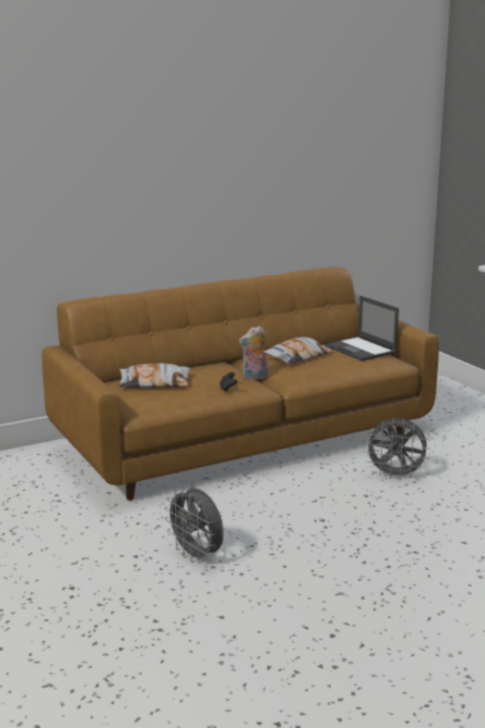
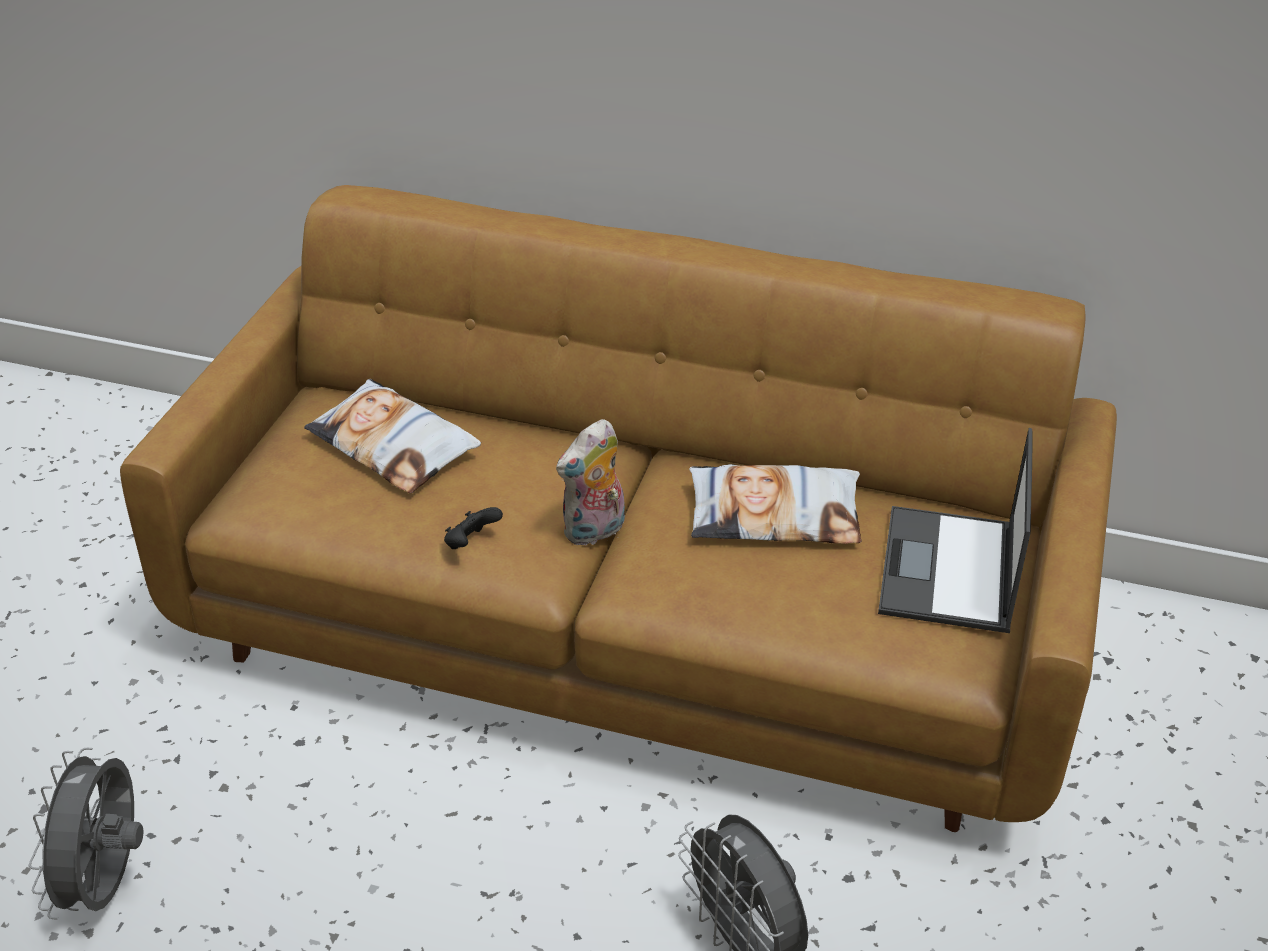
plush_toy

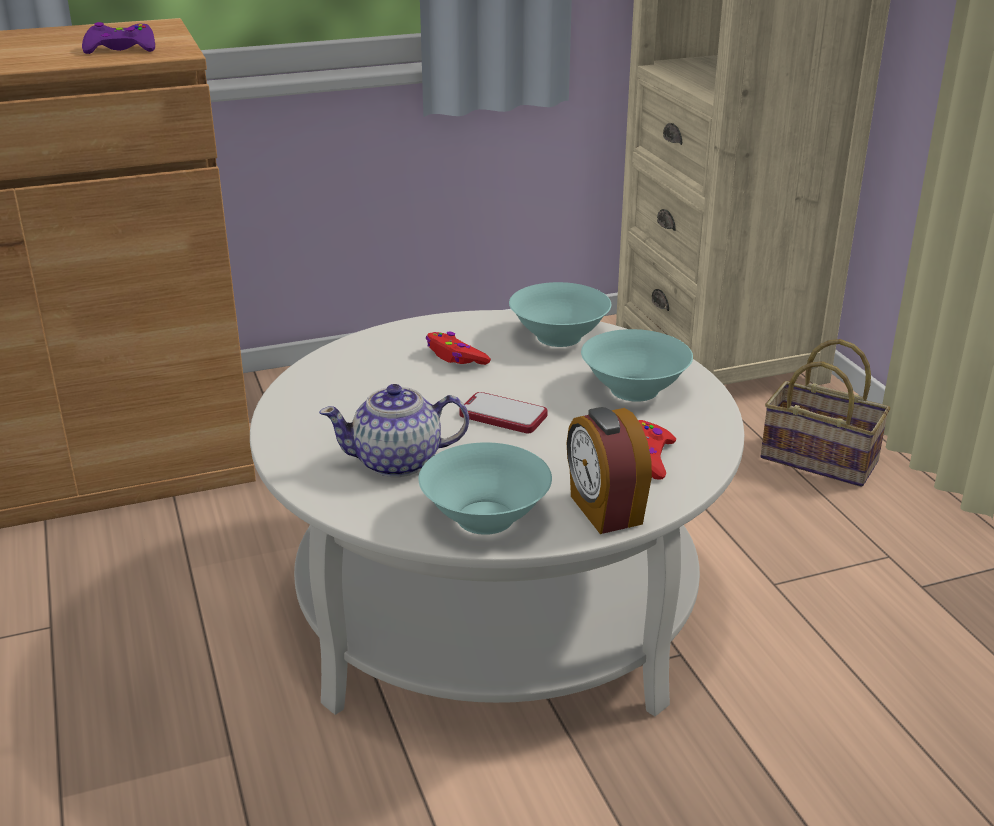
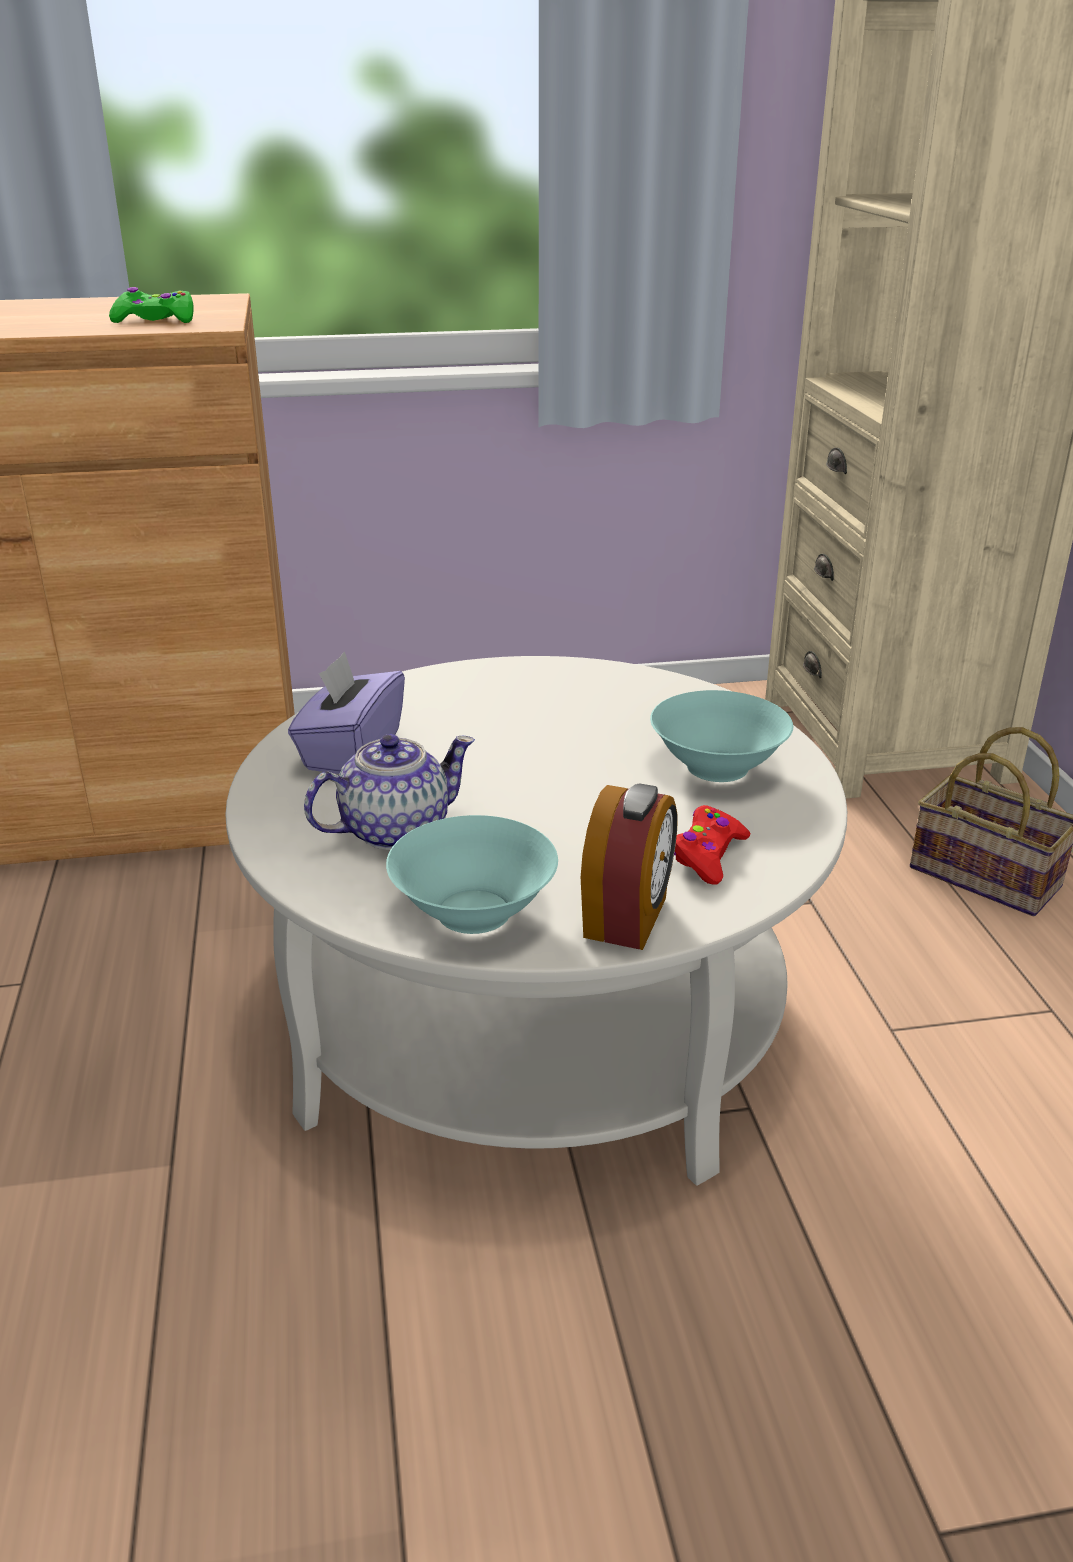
greenish_game_controller
tea_pot
reddish_game_controller (no. 1 from left in the first image)
telephone
blue-green_serving_bowl (no. 2 from left in the first image)
alarm_clock
purple-coloured_tissue_box

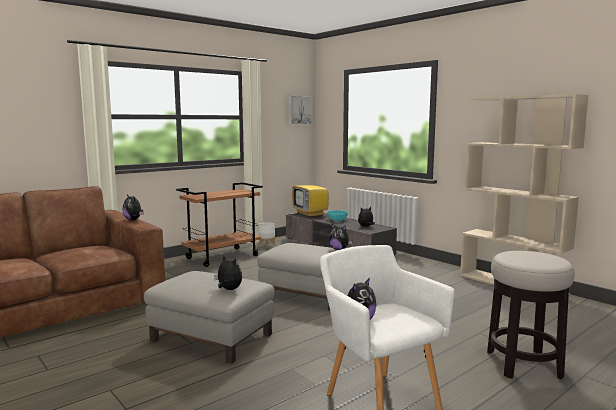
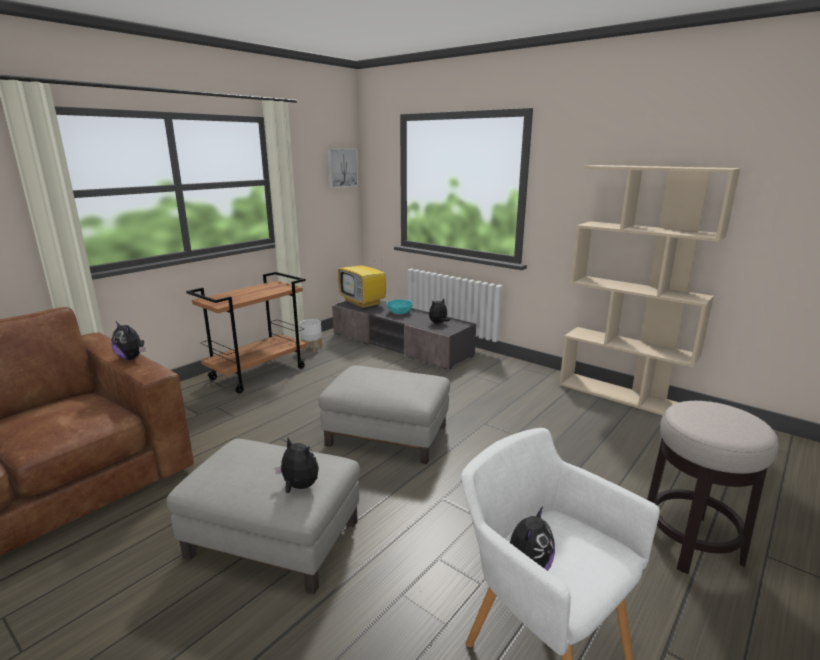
plush_toy (no. 3 from left in the first image)

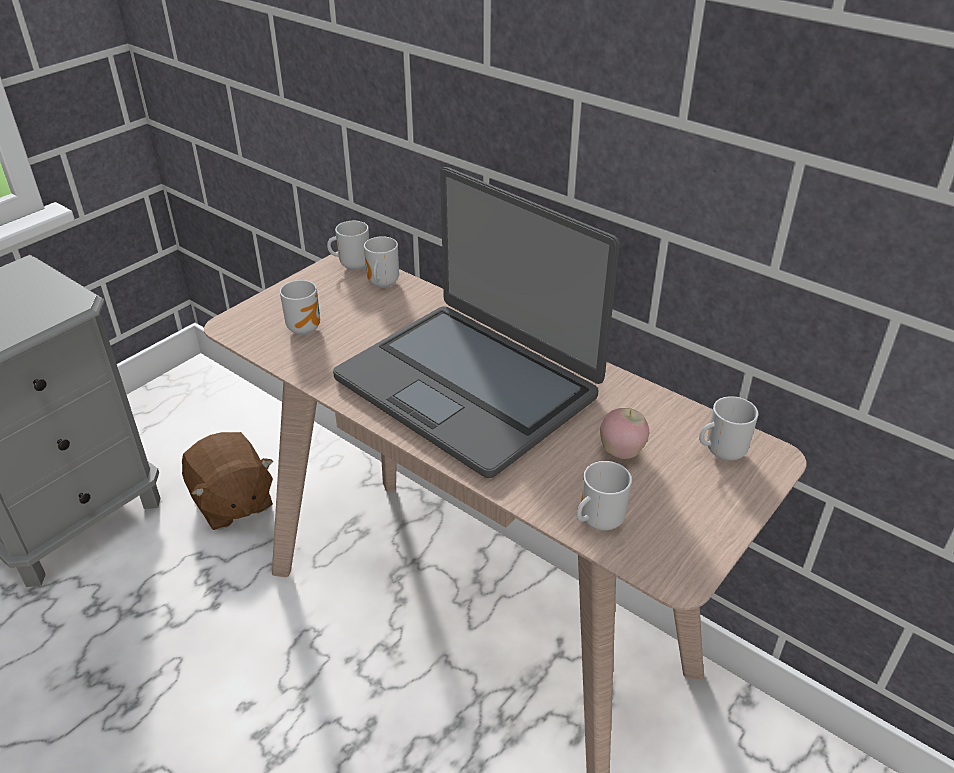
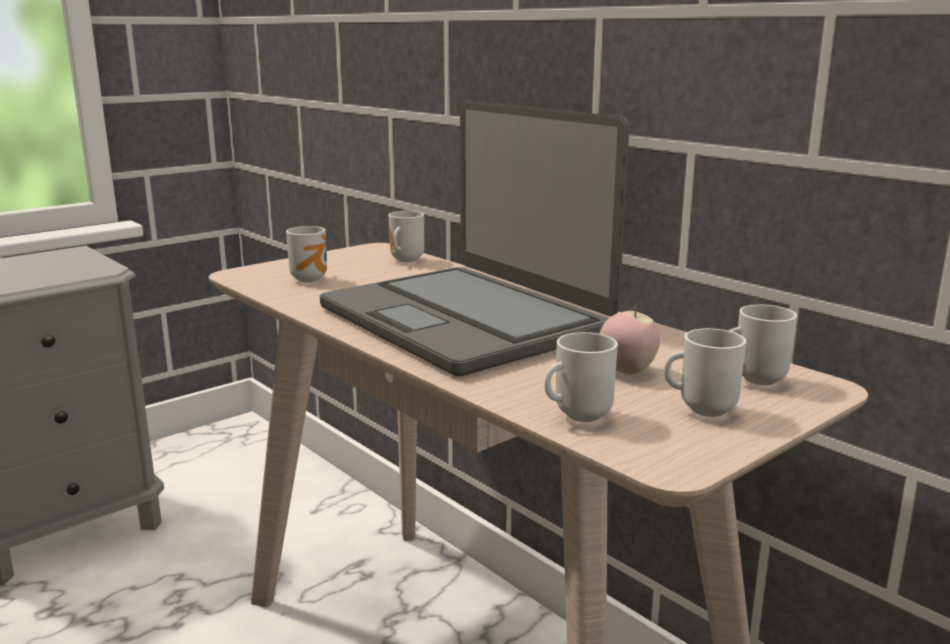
brown_plush_toy
coffee_mug (no. 4 from left)

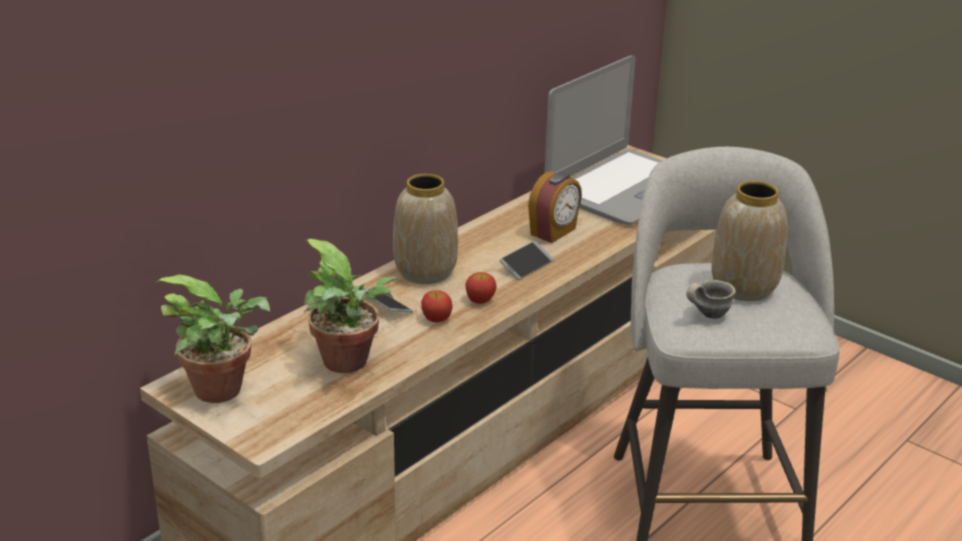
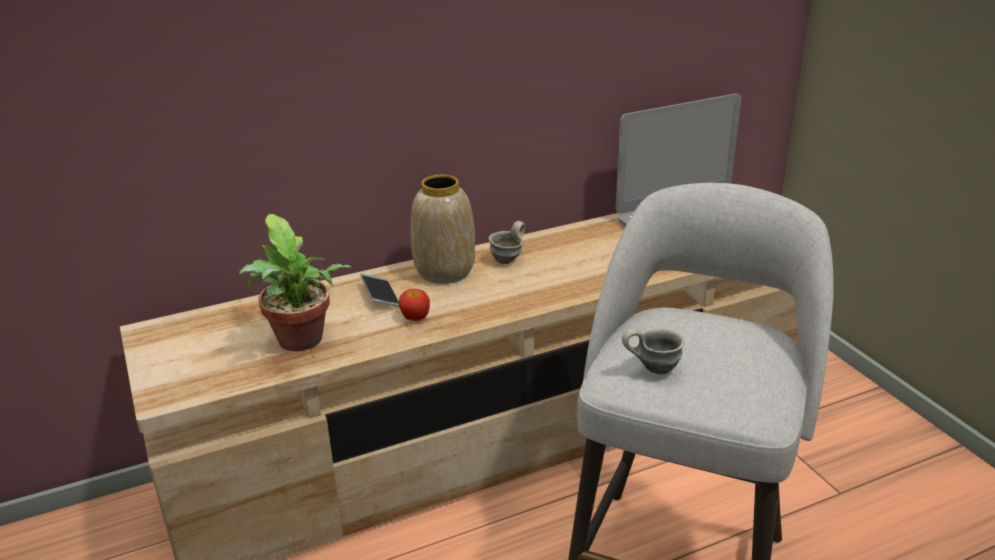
houseplant (no. 1 from left in the first image)
whole_apple (no. 2 from left in the first image)
telephone (no. 2 from left in the first image)
alarm_clock
vase (no. 2 from left in the first image)
greyish_coffee_mug (no. 1 from left)

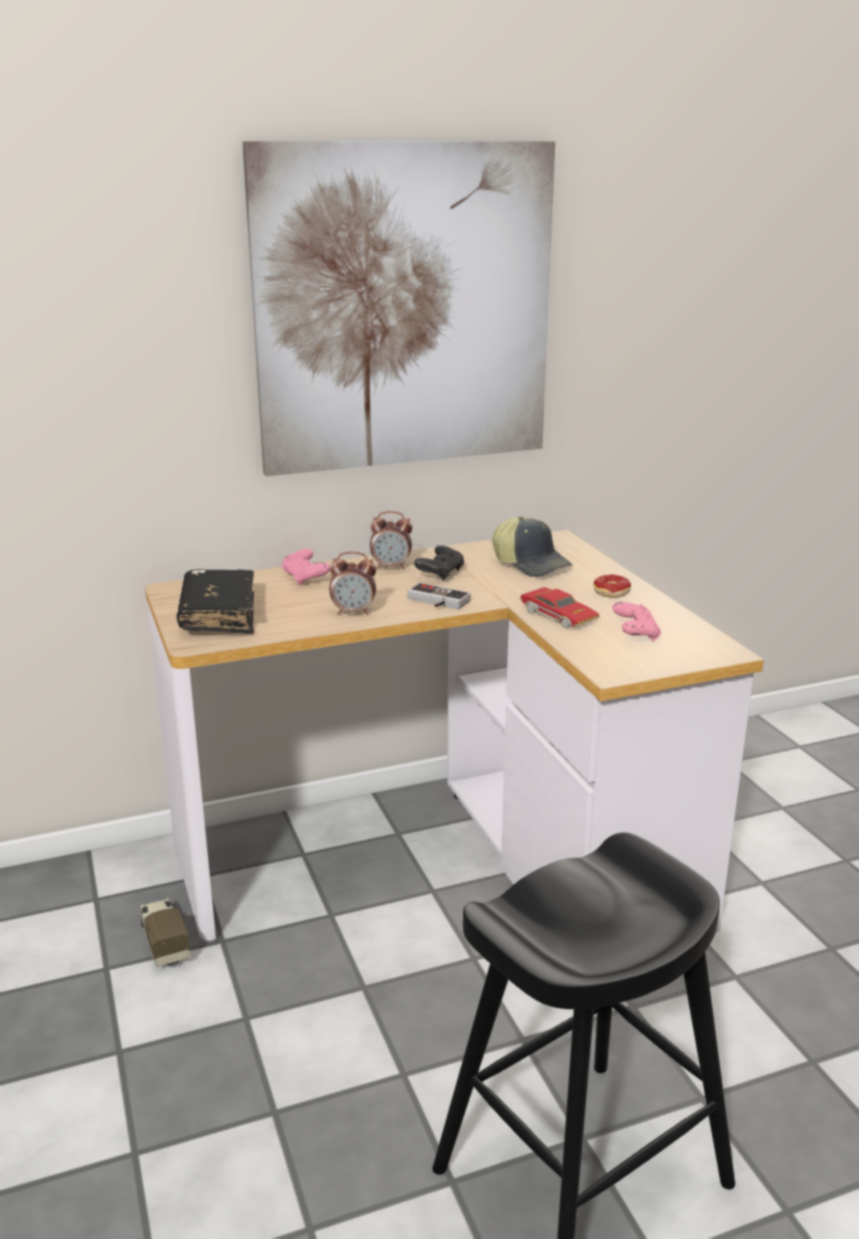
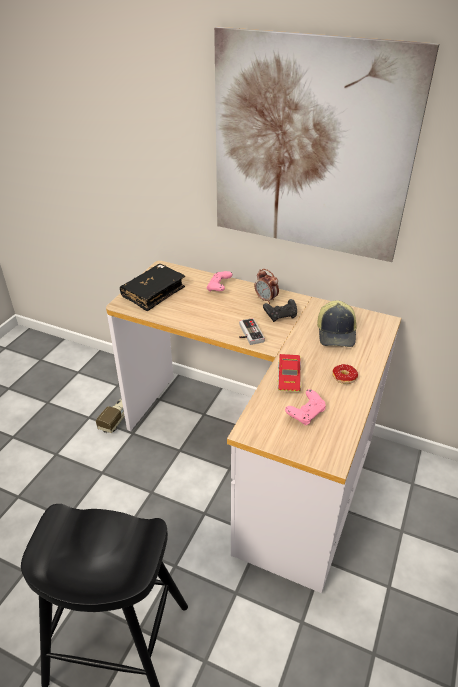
alarm_clock (no. 1 from left in the first image)

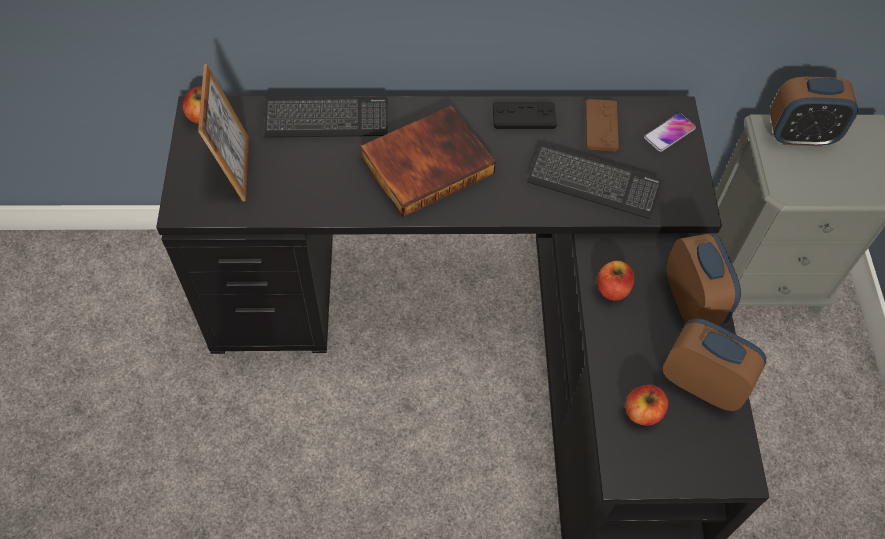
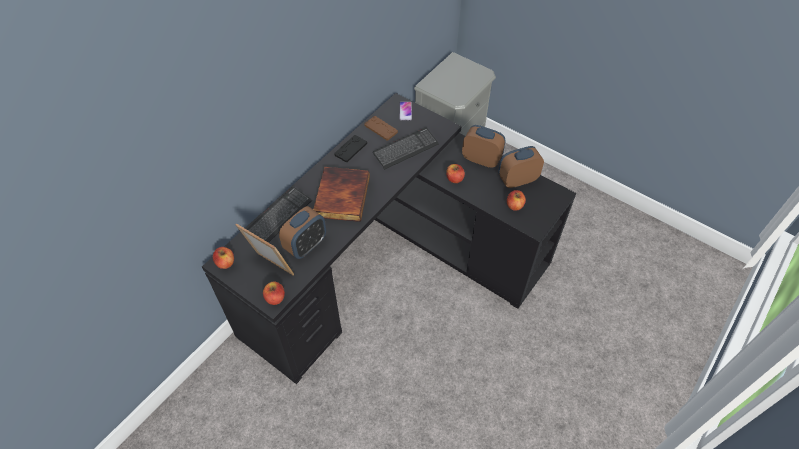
alarm_clock (no. 1 from left)
whole_apple (no. 2 from left)

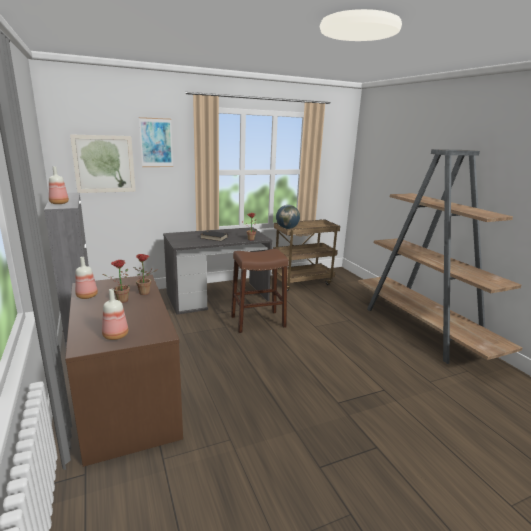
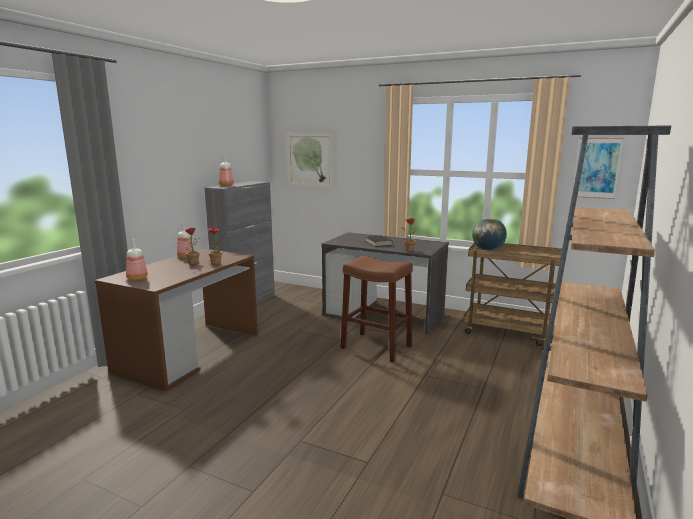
wall_art (no. 2 from left)

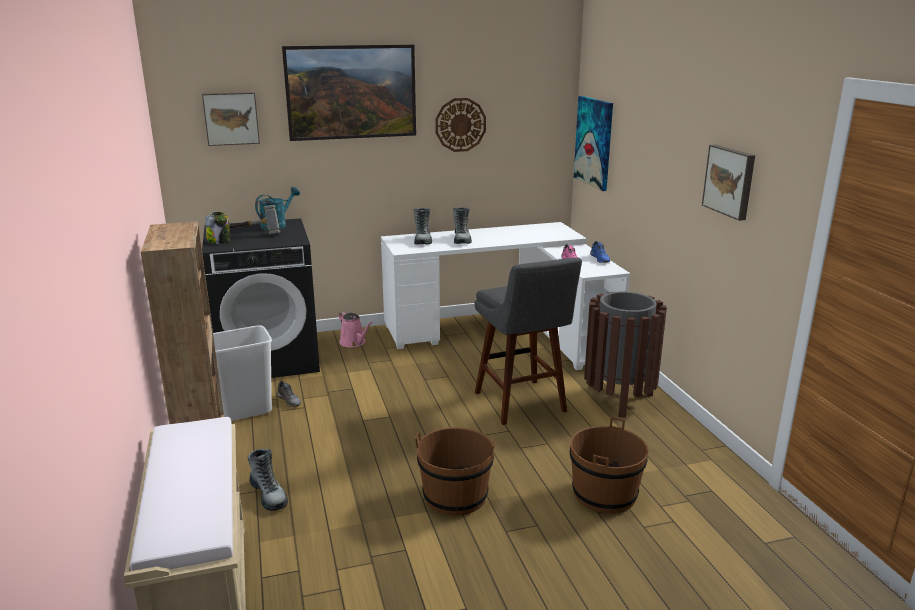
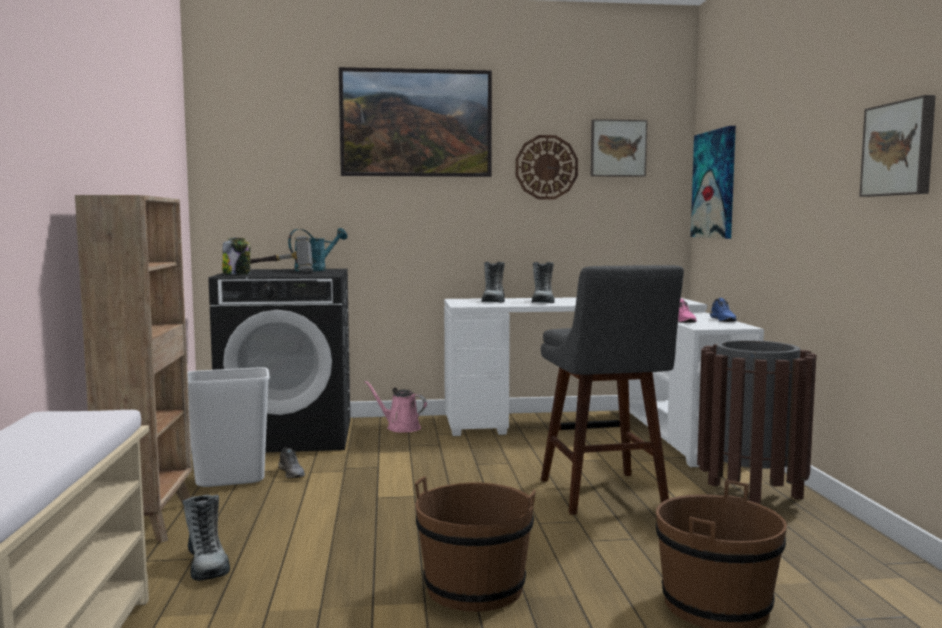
wall_art (no. 2 from left)
pink_watering_can

